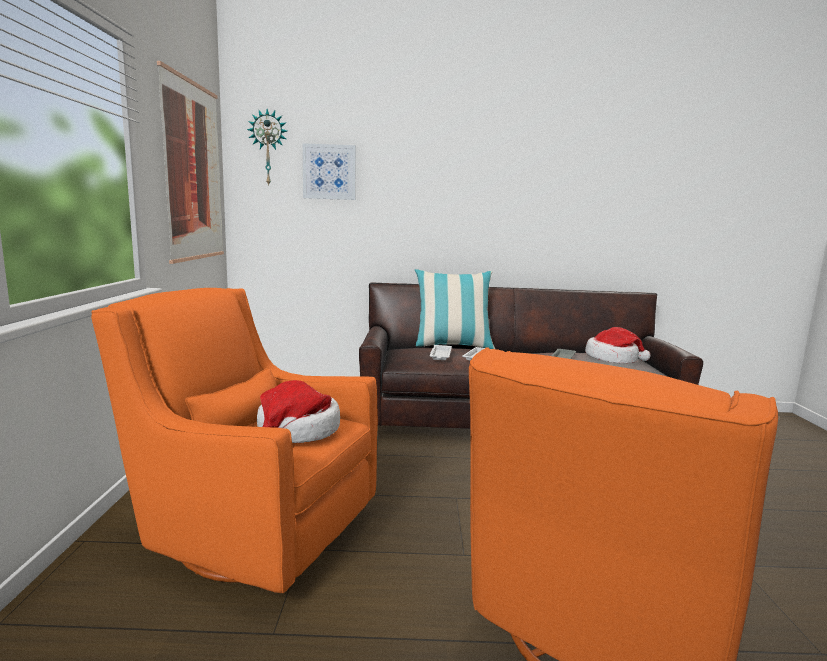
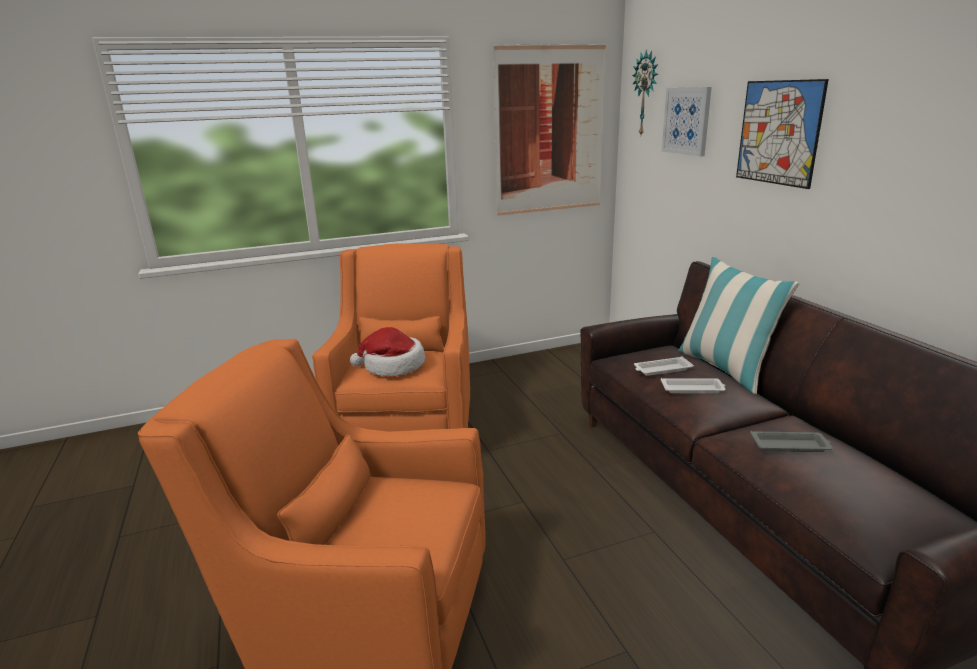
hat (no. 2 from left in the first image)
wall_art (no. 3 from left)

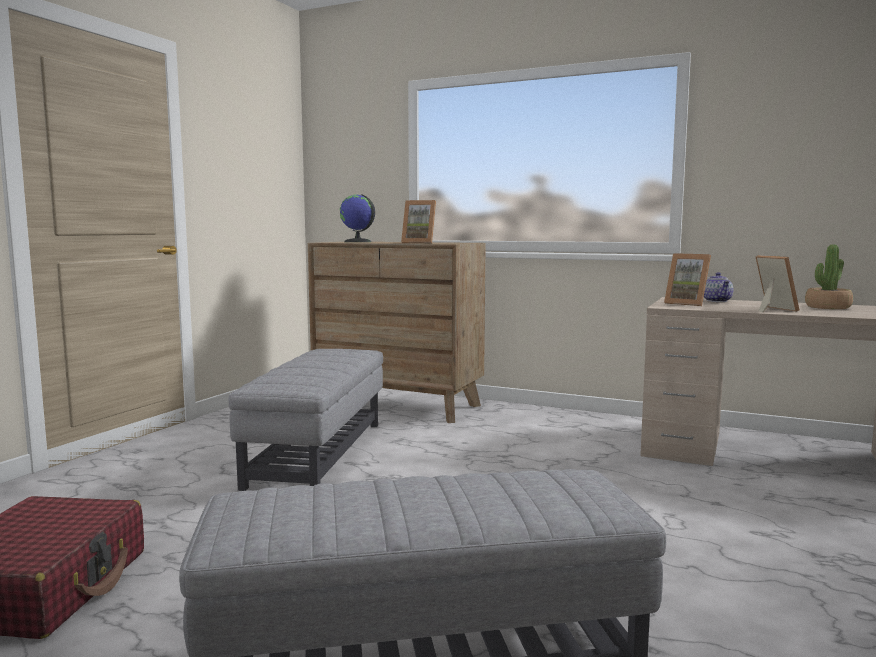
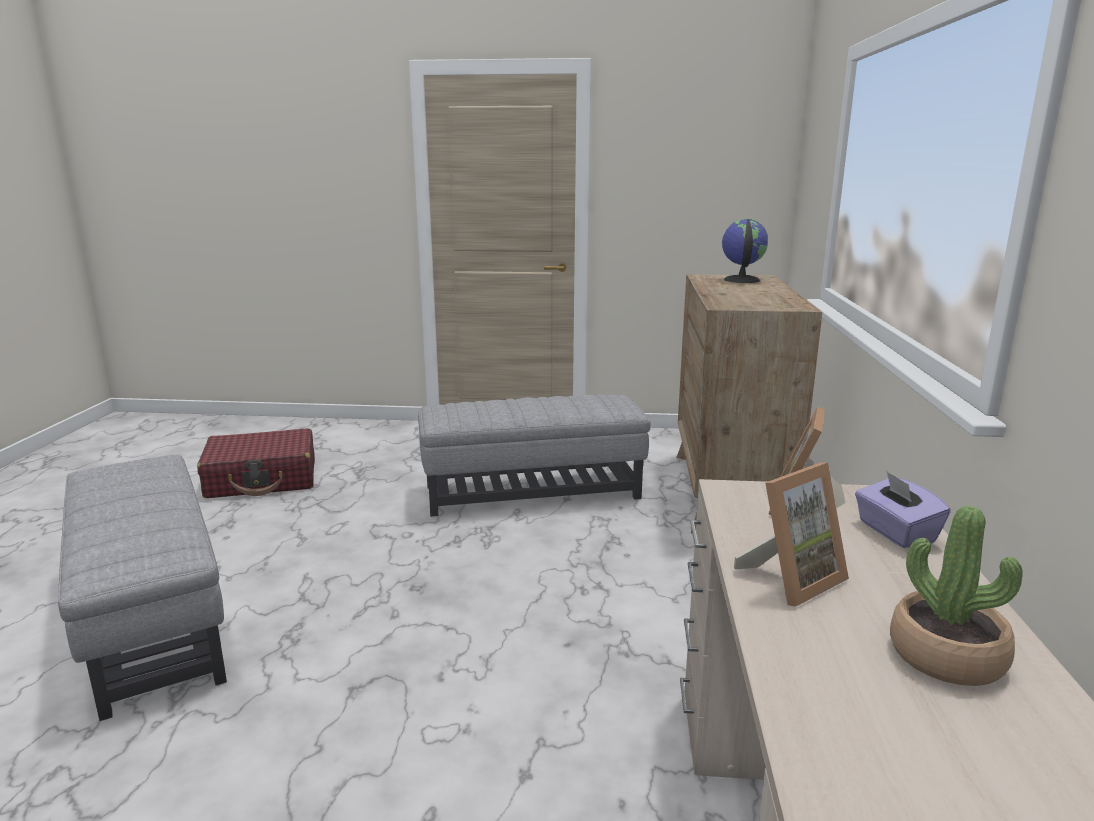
photo_frame (no. 1 from left in the first image)
purple-coloured_tissue_box

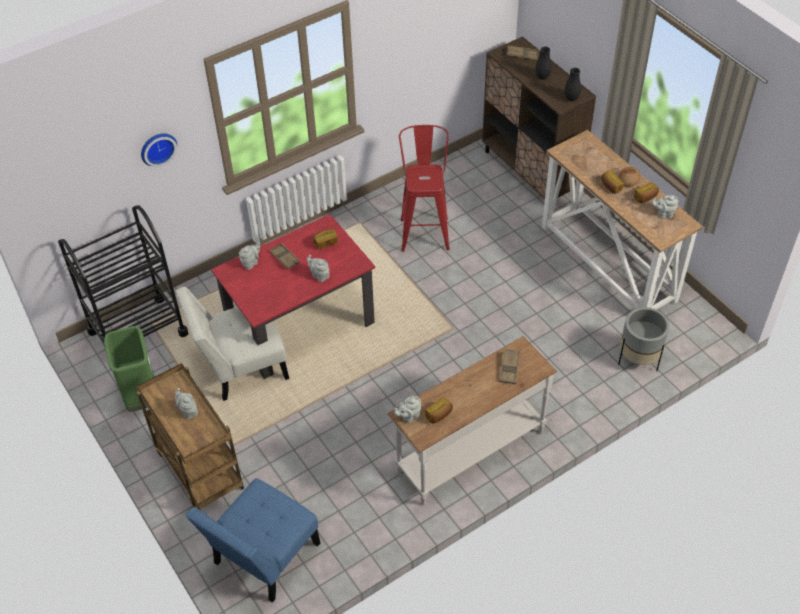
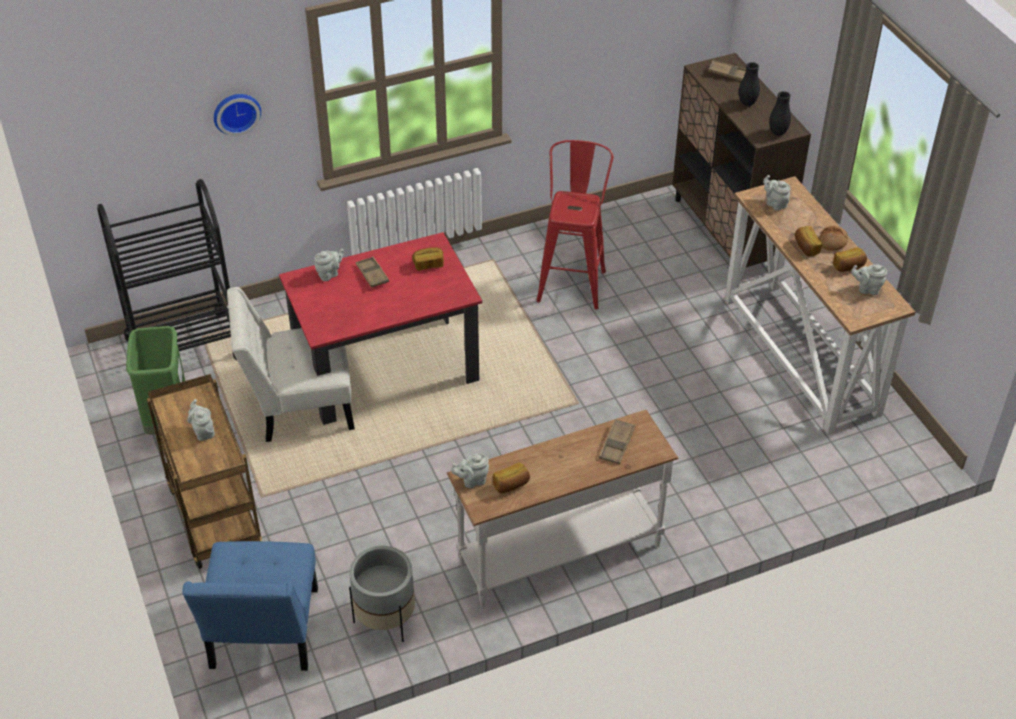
blue_upright_chair
greyish_tea_pot (no. 4 from left)
greyish_flower_pot

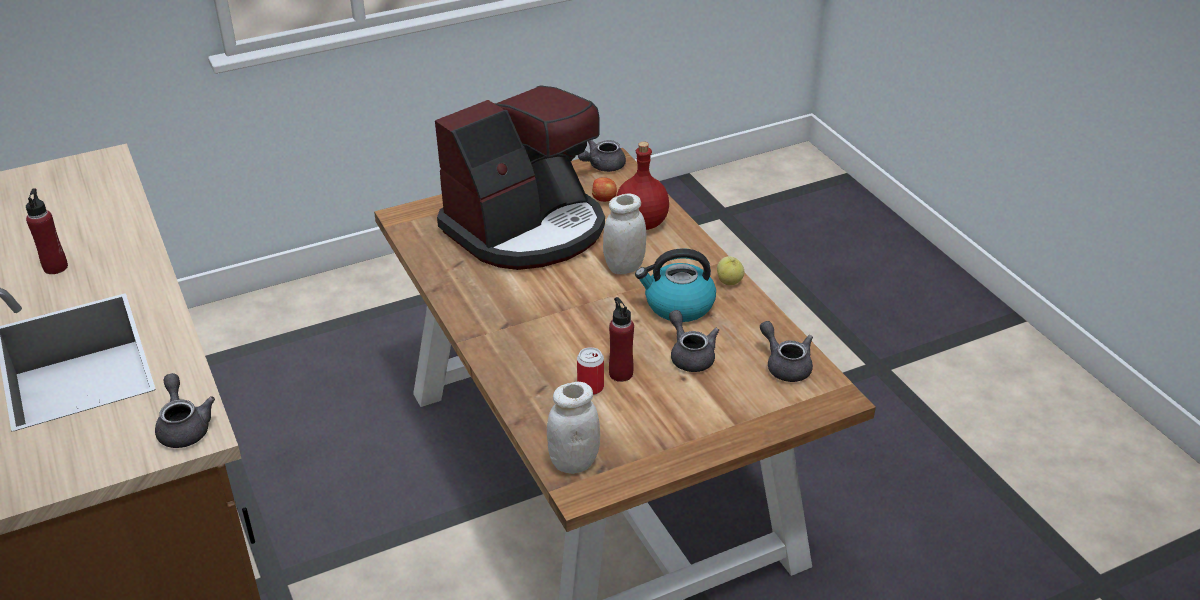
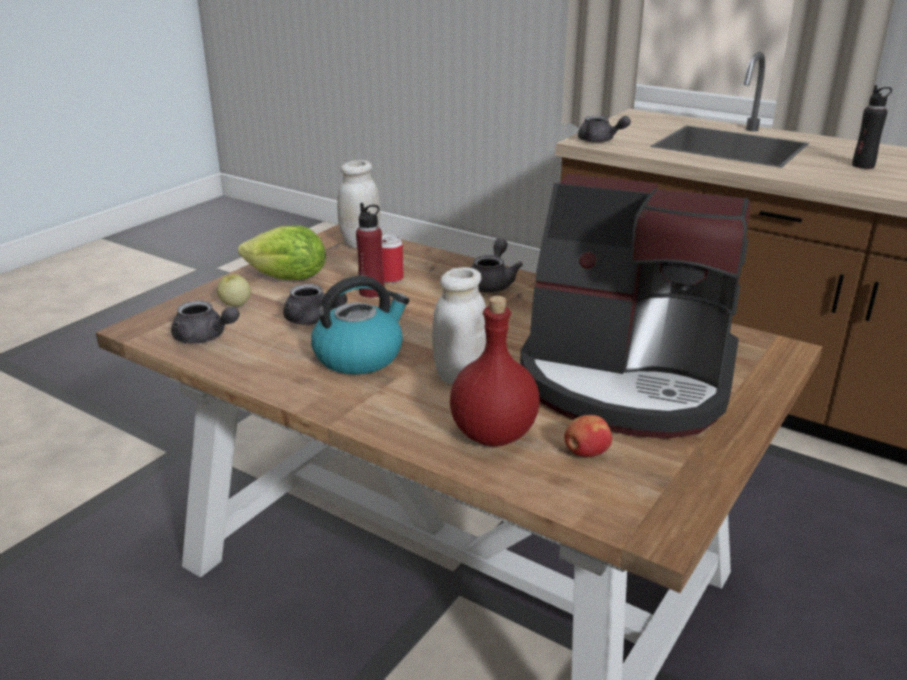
blackish_beverage_bottle
coffee_maker
greyish_tea_pot (no. 3 from left)
whole_apple (no. 1 from left)
lettuce_head

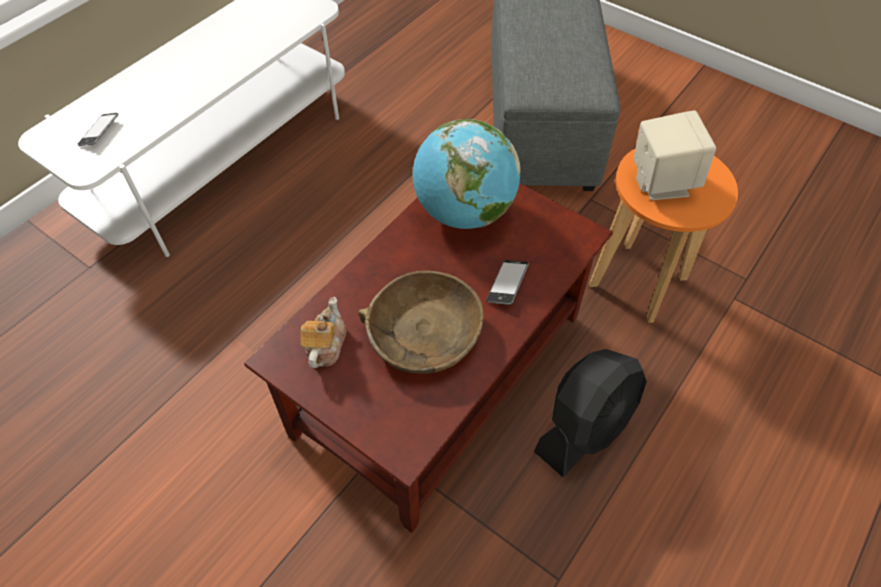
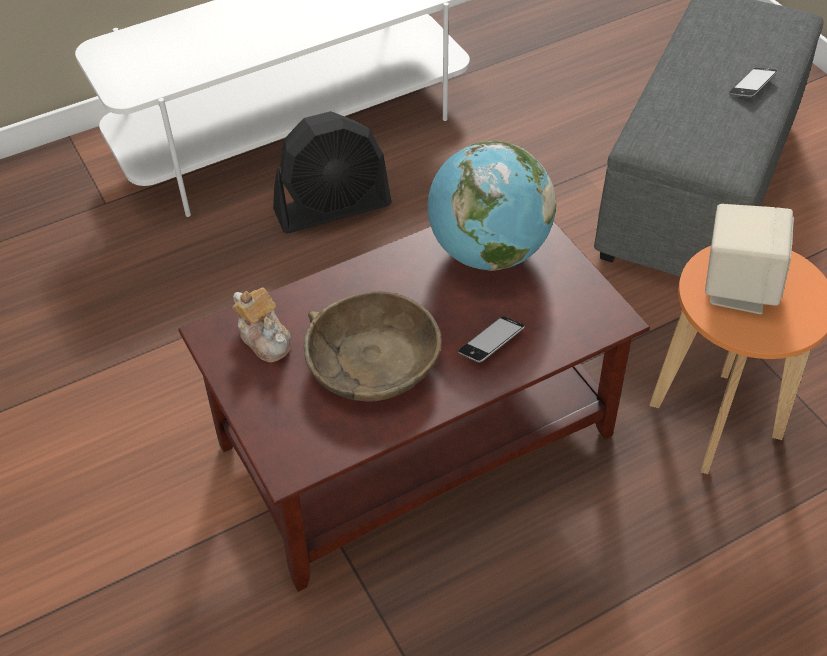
telephone (no. 2 from left)
tea_pot
blackish_cooling_fan

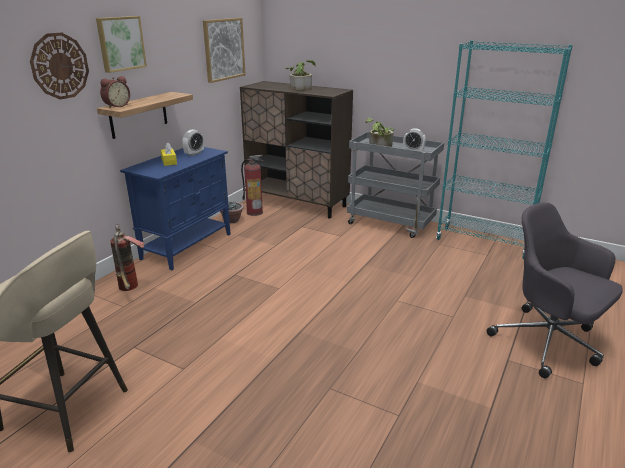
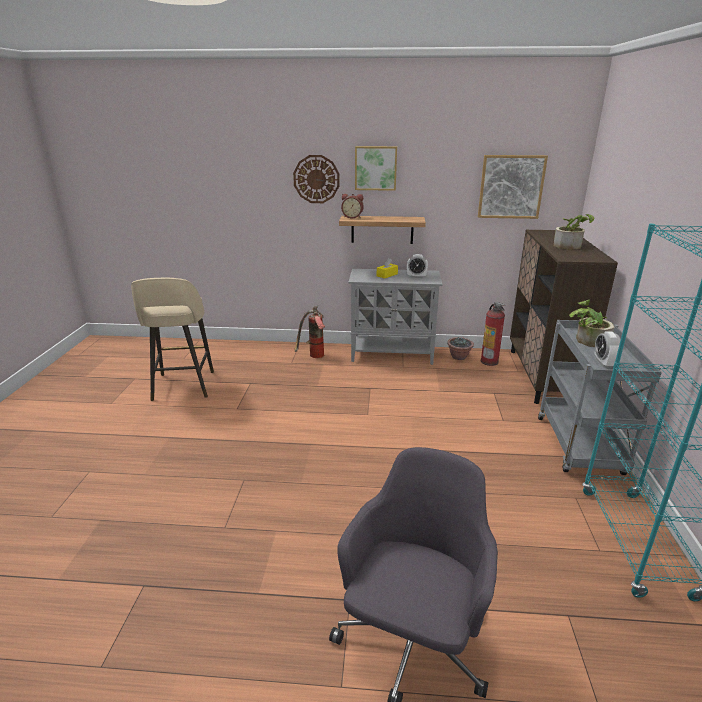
greyish_cupboard

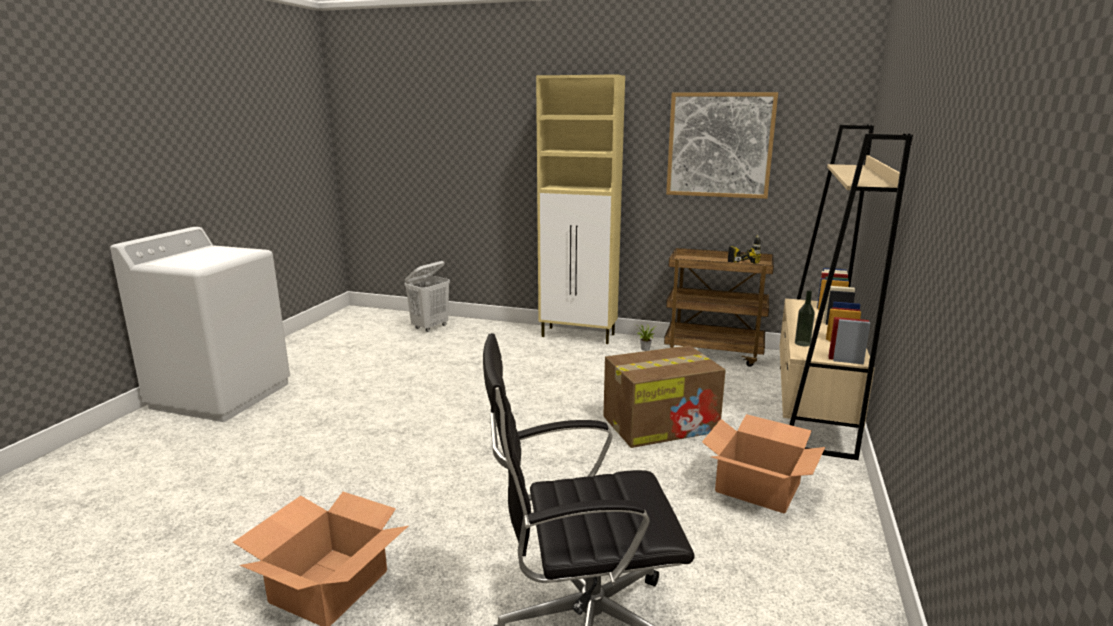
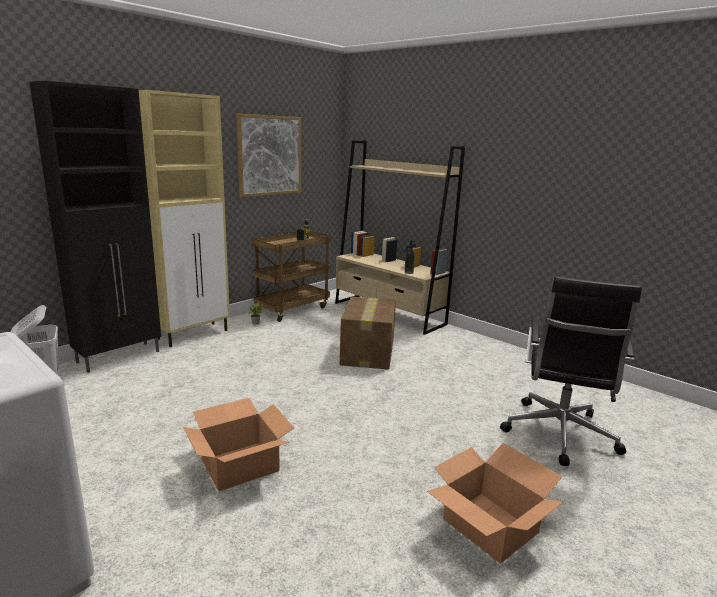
packing_box (no. 1 from left)
blackish_cupboard

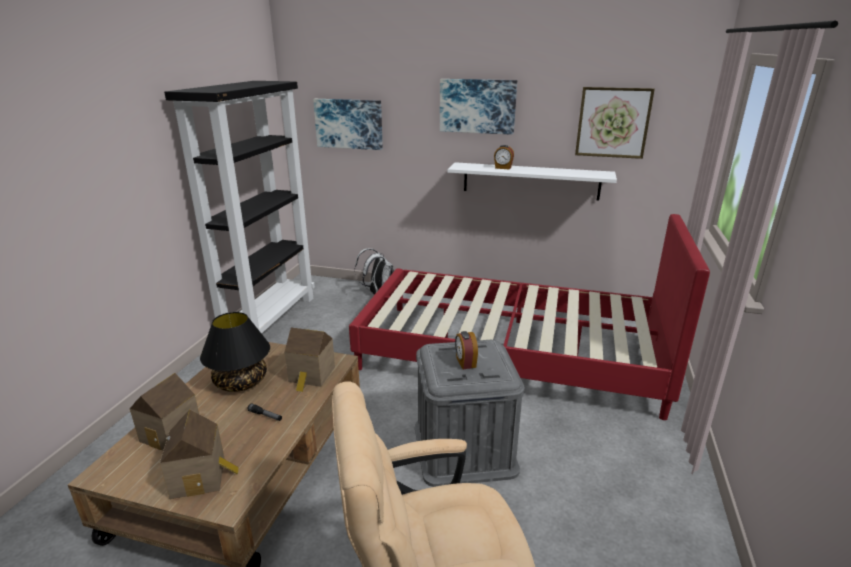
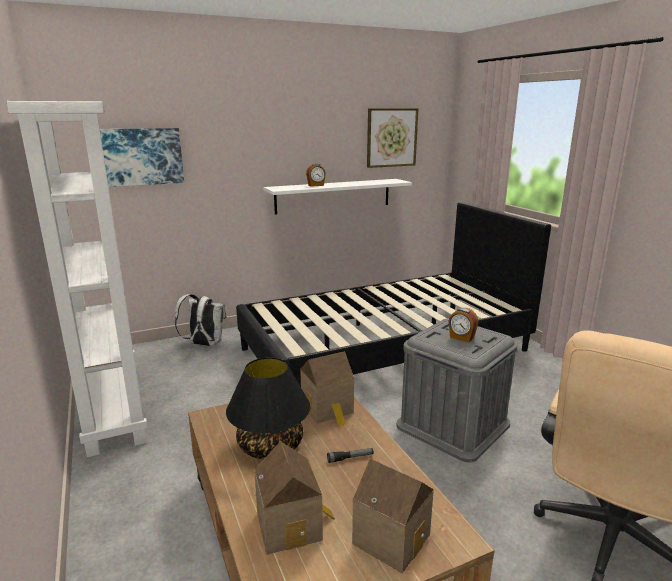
white-coloured_bookcase
blackish_sleeping_bed
wall_art (no. 2 from left in the first image)

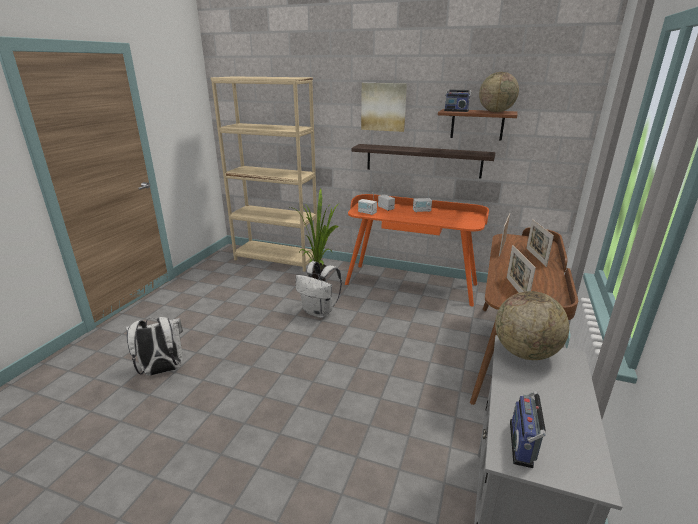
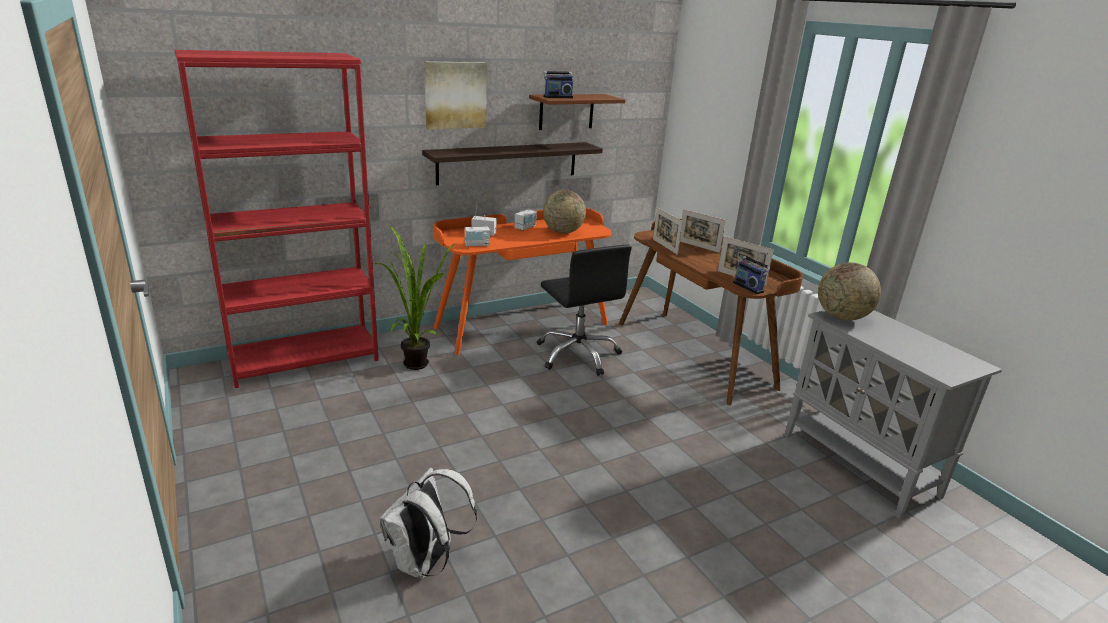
reddish_bookcase
white-coloured_backpack (no. 2 from left in the first image)
globe (no. 1 from left)
radio (no. 5 from left)
blackish_office_chair

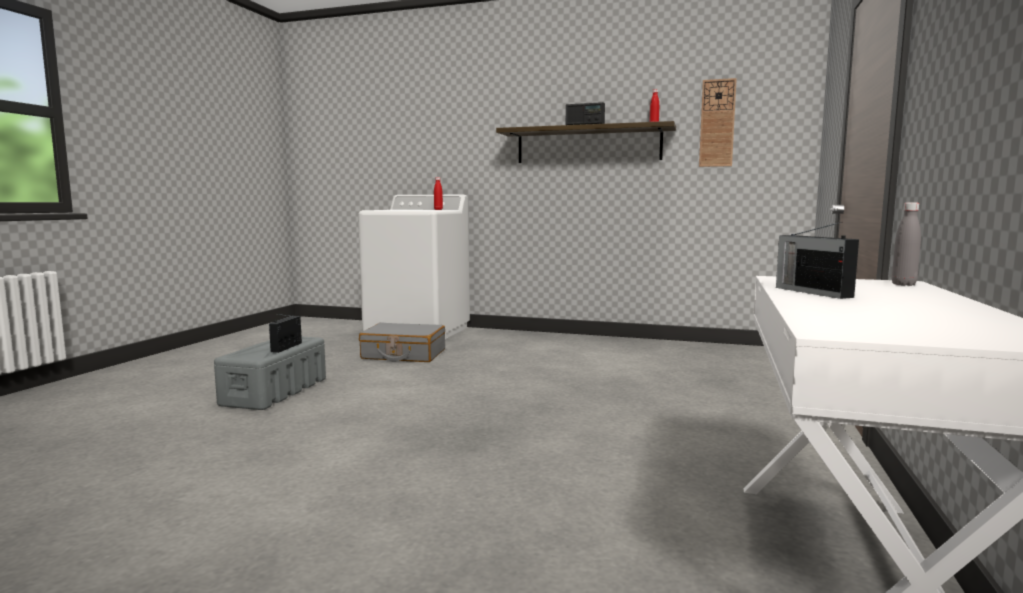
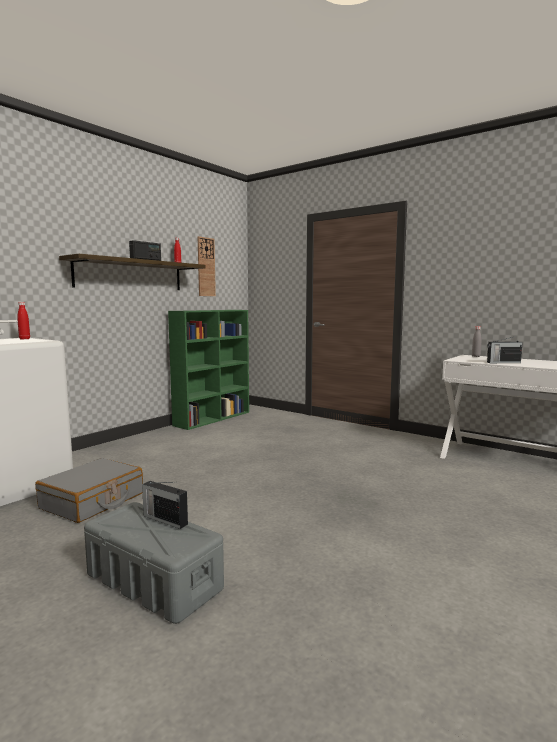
greenish_bookcase

